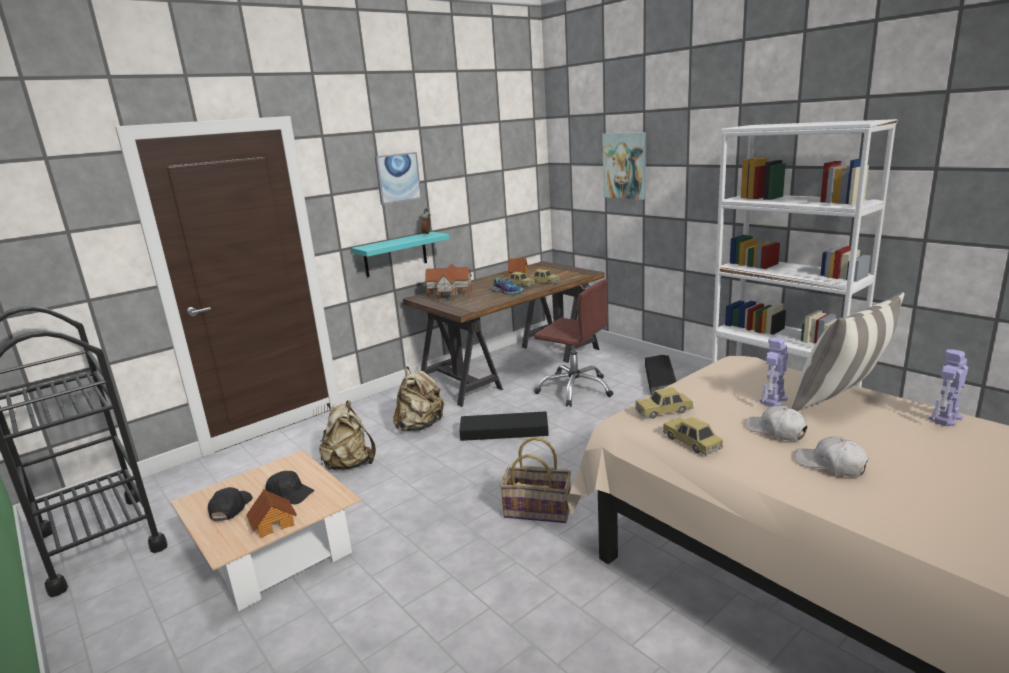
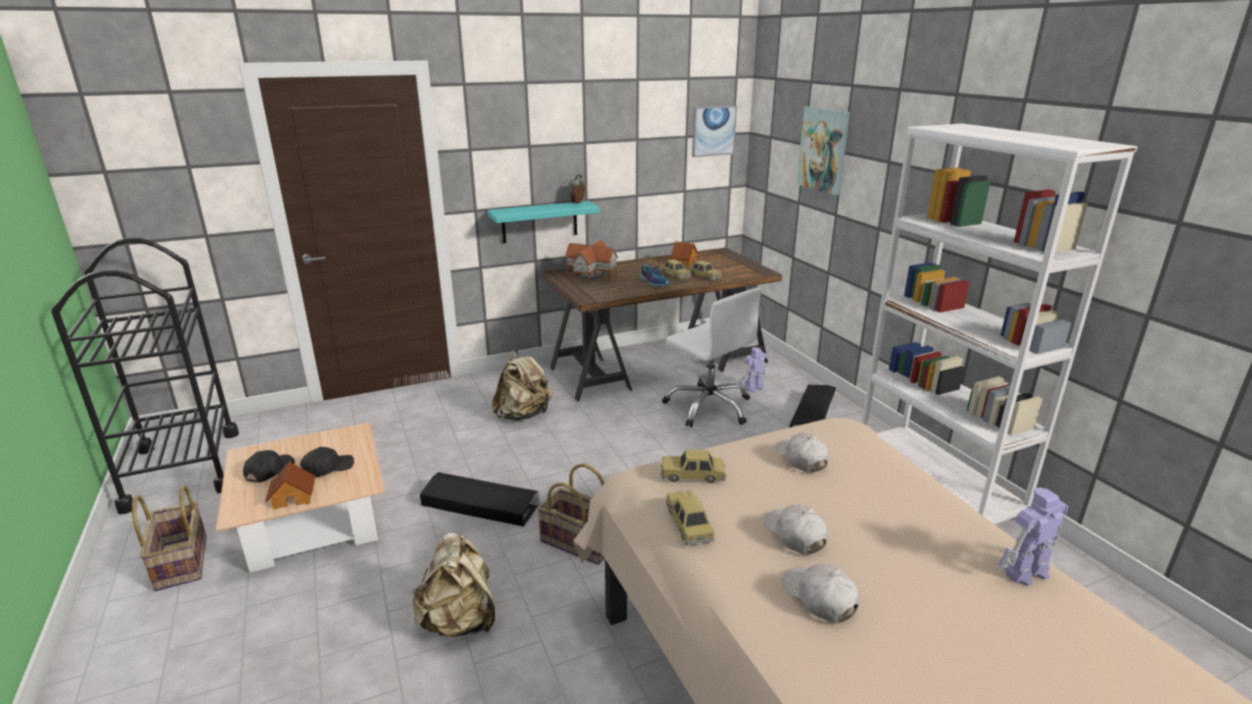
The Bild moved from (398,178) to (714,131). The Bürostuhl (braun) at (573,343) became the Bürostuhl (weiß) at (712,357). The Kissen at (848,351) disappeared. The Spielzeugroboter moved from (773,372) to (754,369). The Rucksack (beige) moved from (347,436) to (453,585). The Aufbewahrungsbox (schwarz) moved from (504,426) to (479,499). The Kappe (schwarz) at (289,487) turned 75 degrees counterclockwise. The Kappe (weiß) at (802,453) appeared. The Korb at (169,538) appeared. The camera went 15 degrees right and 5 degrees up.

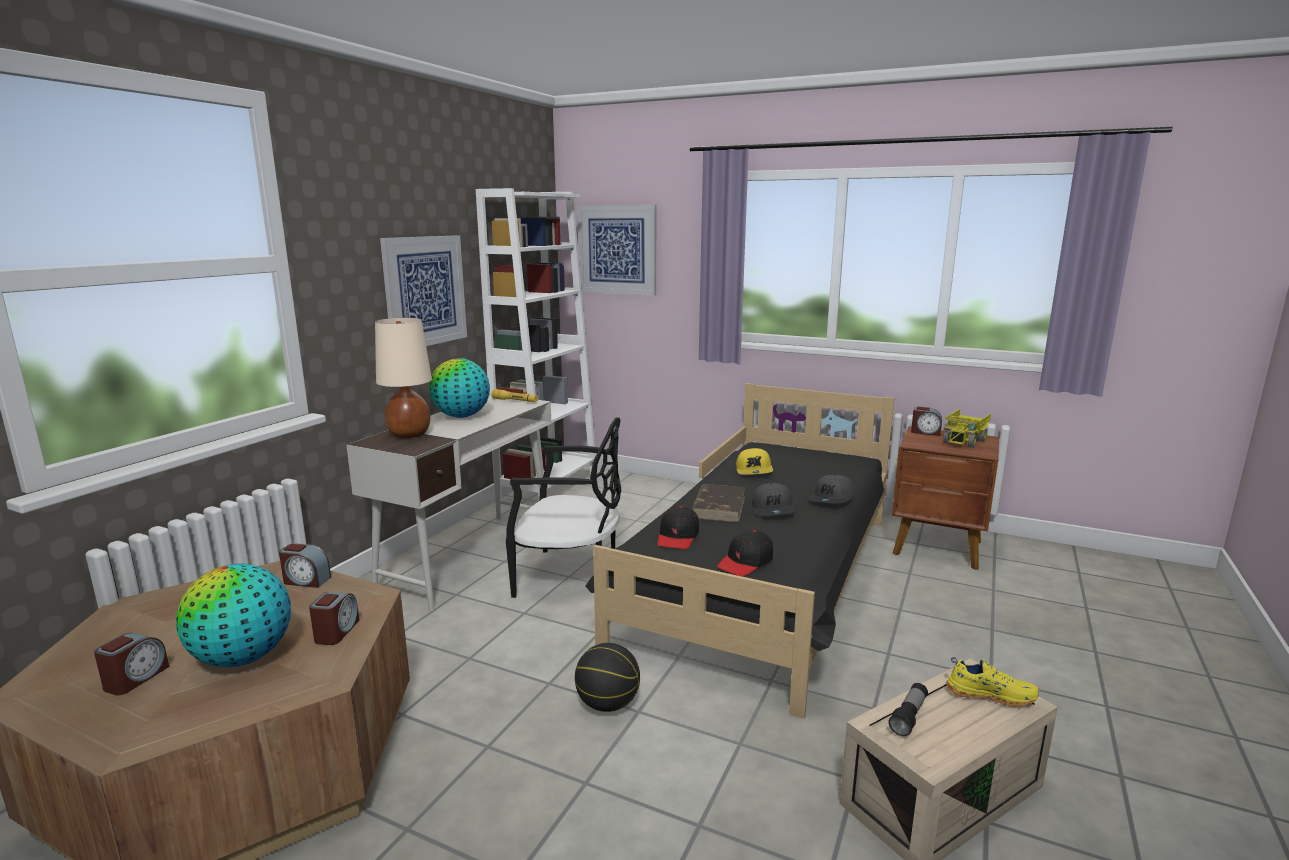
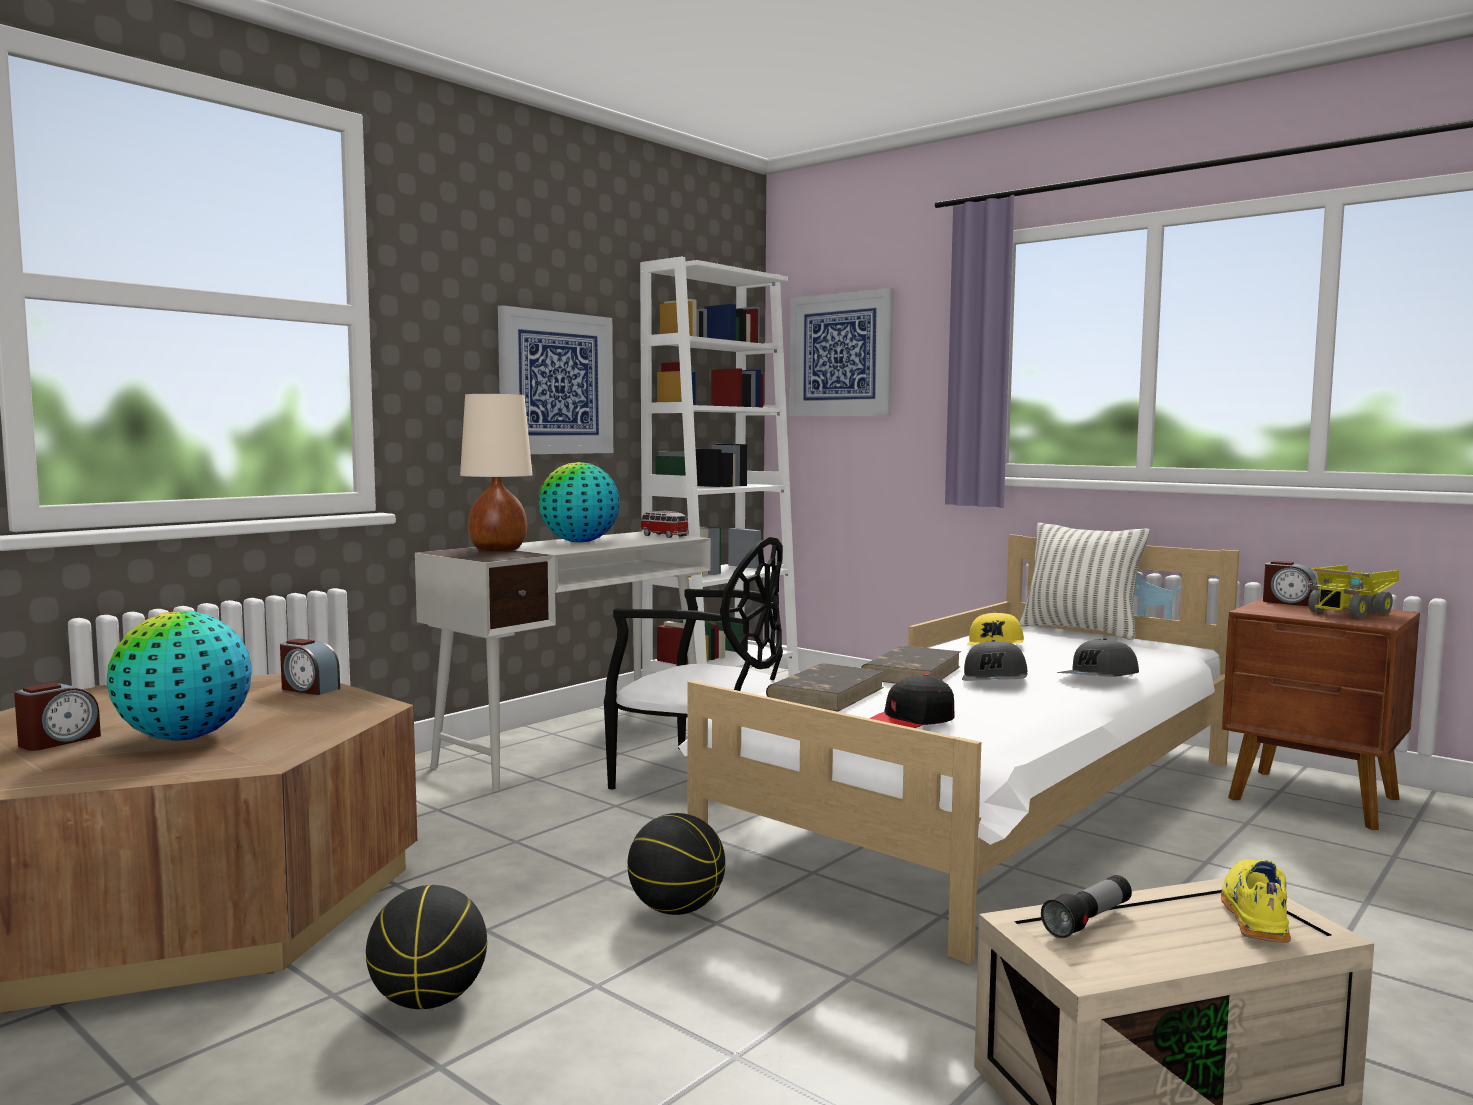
The Bett (schwarz) at (739,551) became the Bett (weiß) at (958,749). The Taschenlampe (gelb) at (514,395) was replaced by the Spielzeugauto at (664,524). The Kappe (schwarz) at (678,527) was replaced by the Buch (braun) at (825,687). The Wecker at (334,618) disappeared. The Schuh (gelb) at (992,682) turned 105 degrees counterclockwise. The Kissen at (1085,581) appeared. The Basketball at (426,947) appeared. The camera went 15 degrees right and 10 degrees down.

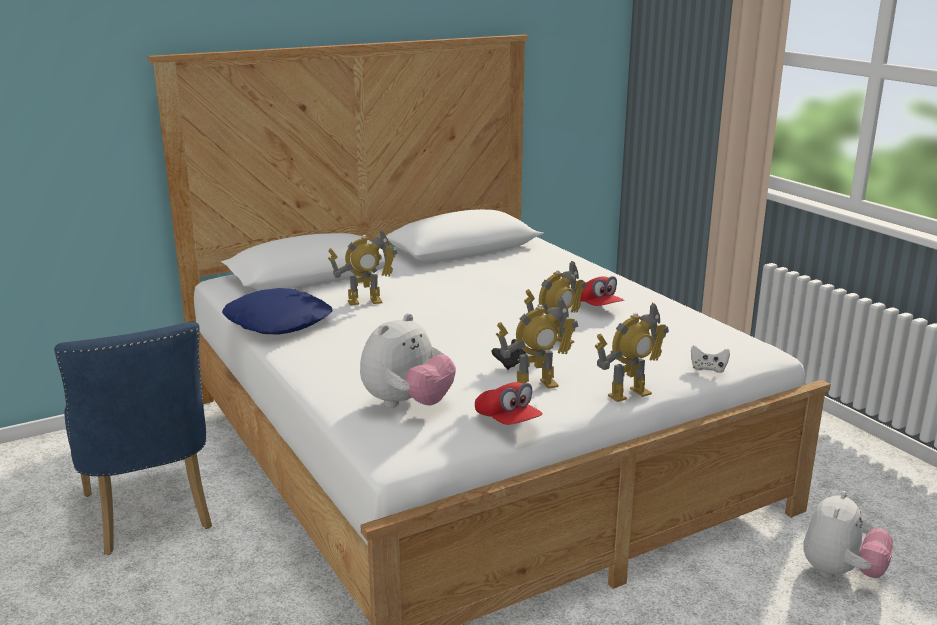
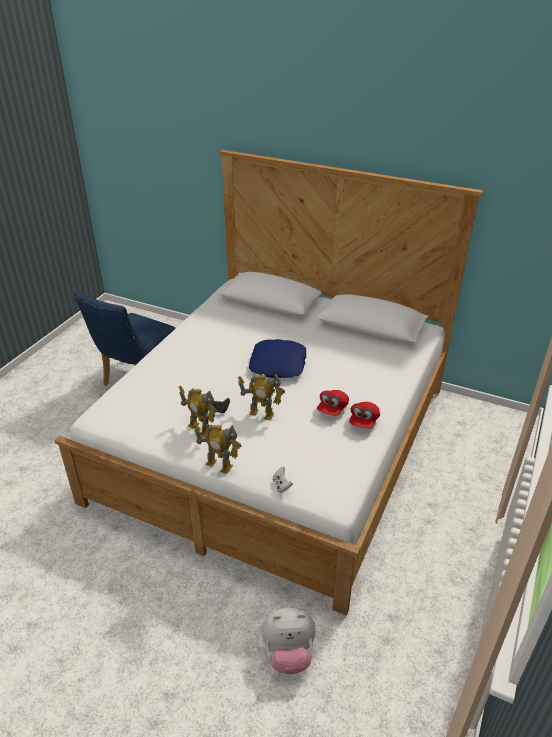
The Spielzeugroboter at (363,268) disappeared. The Kissen (blau) moved from (277,311) to (277,358). The Plüschtier at (408,360) disappeared. The Kappe (rot) moved from (508,403) to (364,415). The camera went 55 degrees right and 15 degrees up.

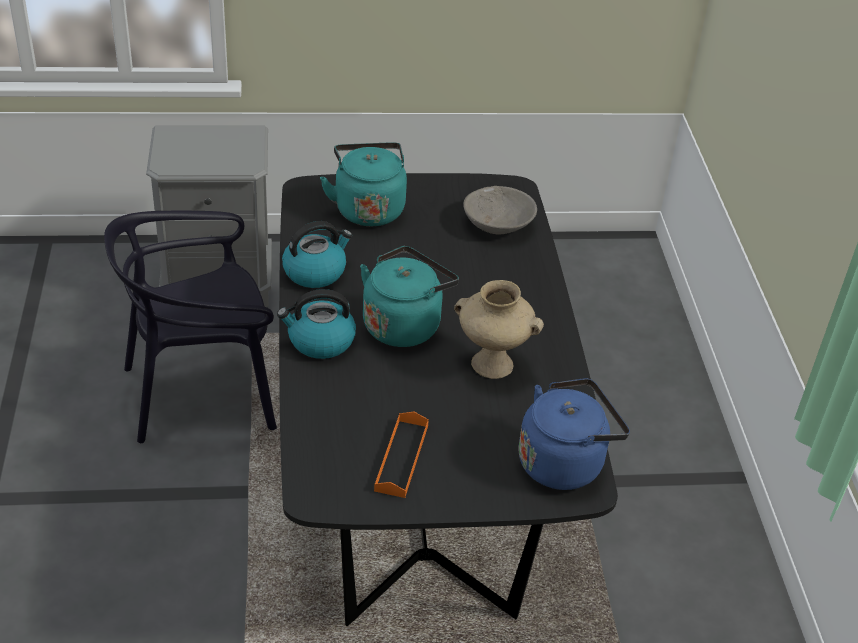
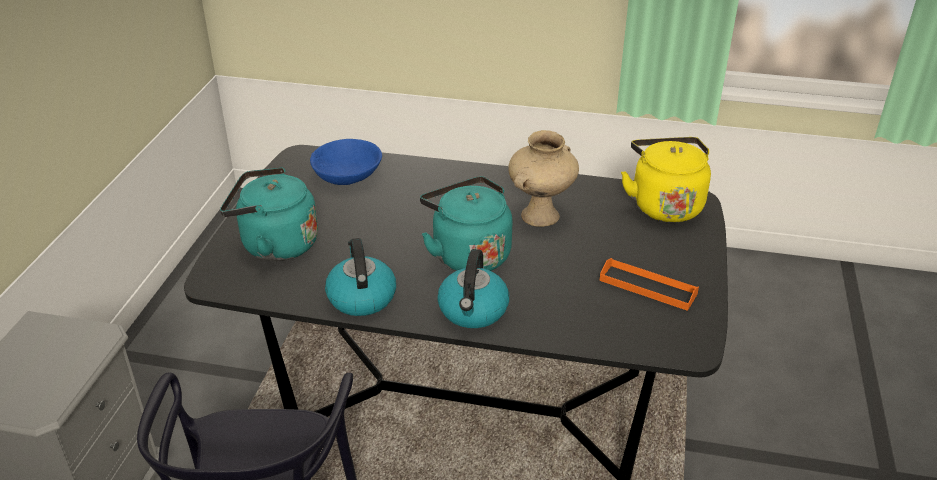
The Schüssel (grau) at (500,210) became the Schüssel (blau) at (346,162). The Wasserkessel (blau) at (574,434) became the Wasserkessel (gelb) at (666,179). The camera went 70 degrees left and 5 degrees down.

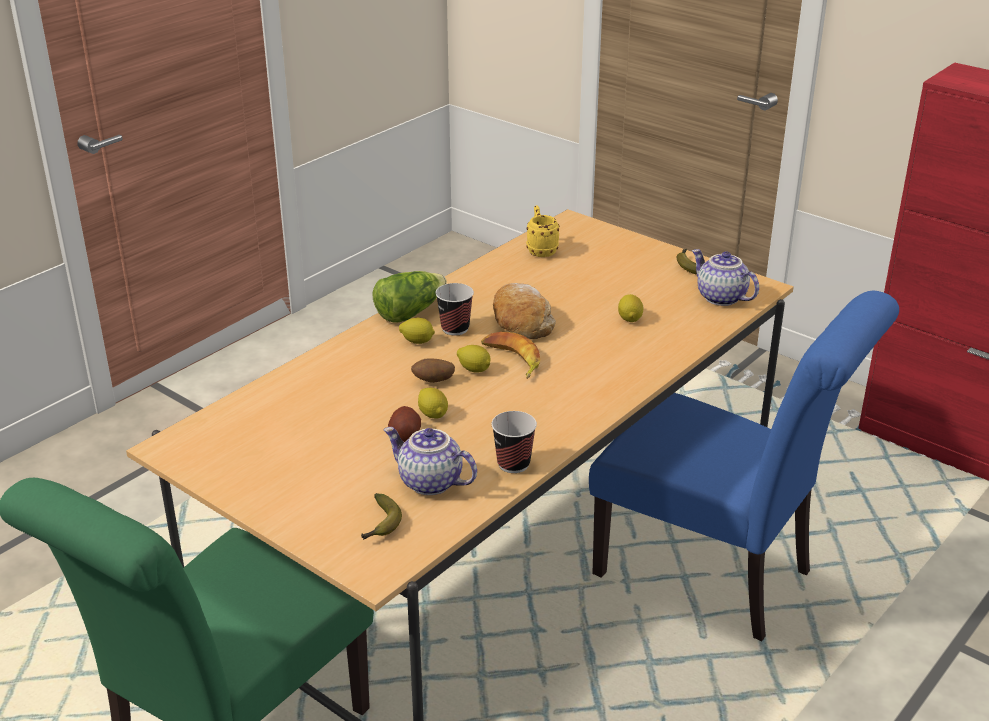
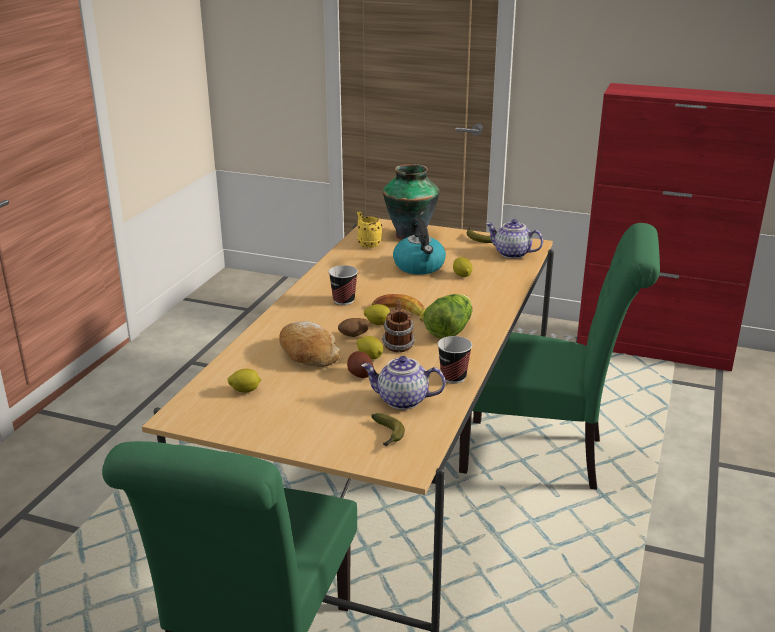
The Salatkopf moved from (409,297) to (447,316). The Brot moved from (524,311) to (309,344). The Stuhl (blau) at (744,466) became the Stuhl (grün) at (559,356). The Zitrone moved from (417,331) to (244,381). The Vase at (411,202) appeared. The Wasserkessel at (419,246) appeared. The Henkelbecher at (398,326) appeared. The camera went 20 degrees left and 5 degrees down.

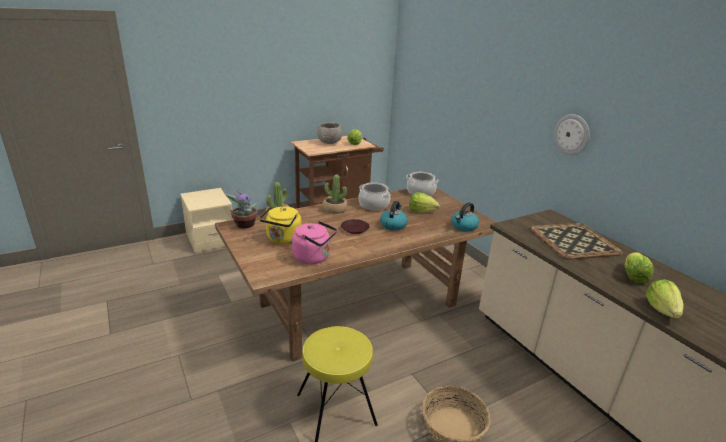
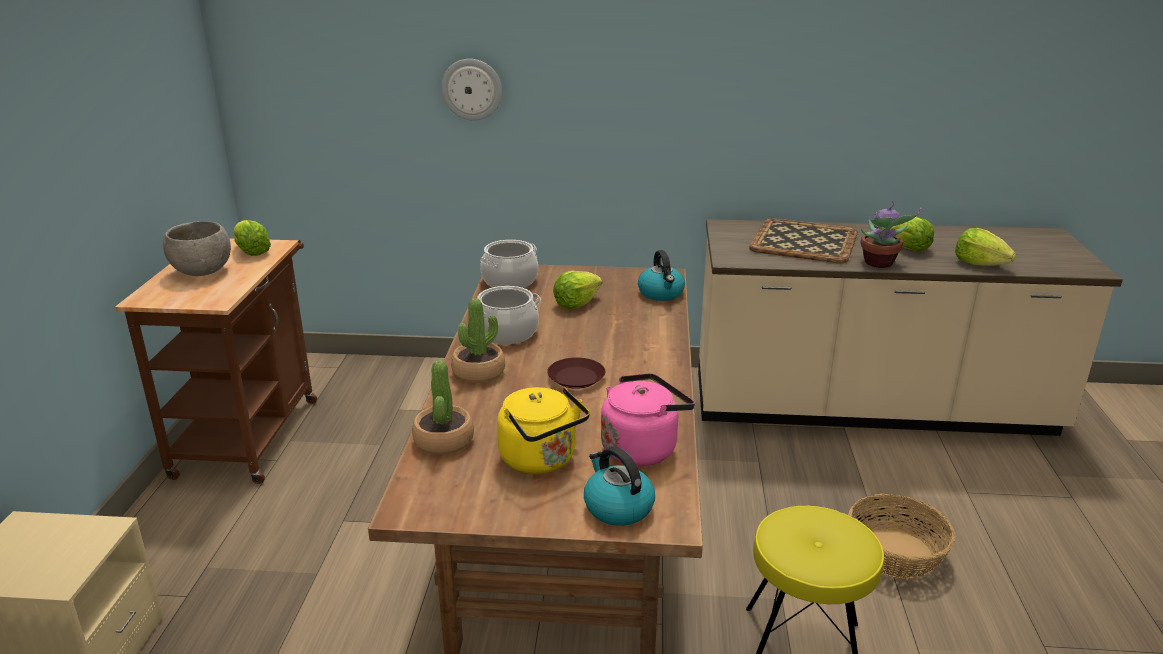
The Wanduhr moved from (572,134) to (471,90). The Topfpflanze moved from (240,209) to (891,234). The Wasserkessel moved from (394,216) to (619,486). The camera went 55 degrees left and 0 degrees up.

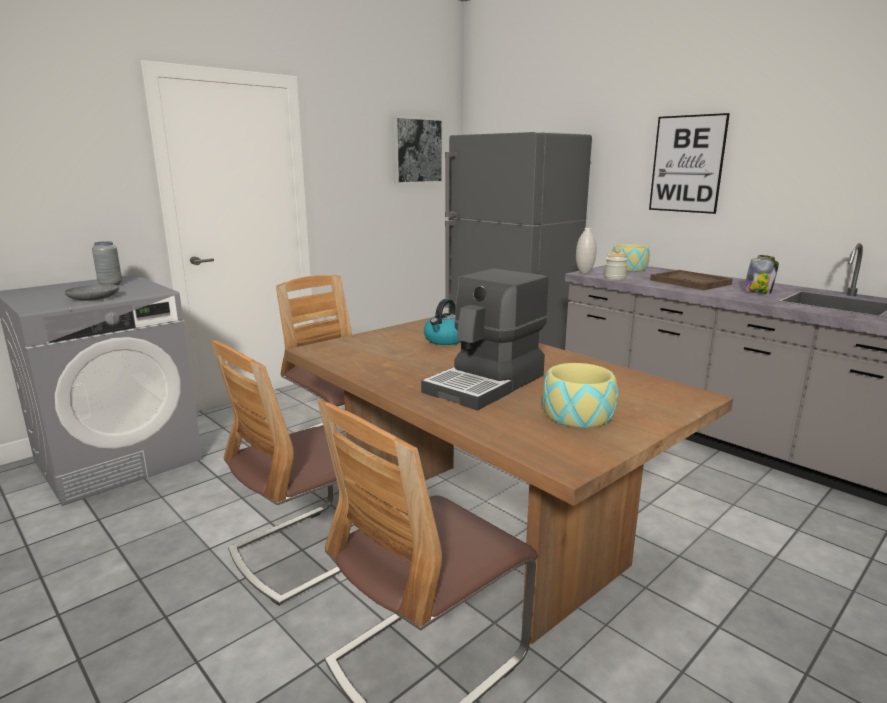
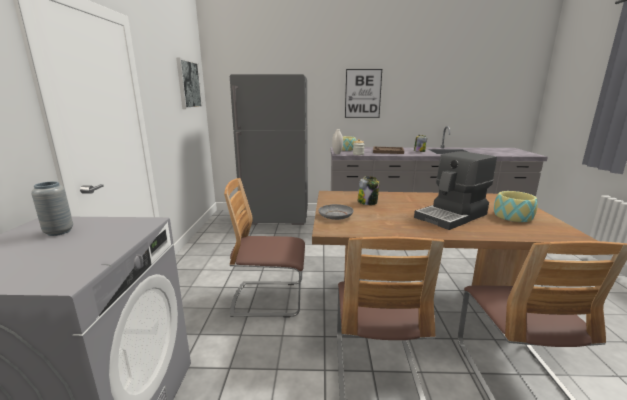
The Kaffeemaschine at (485,339) turned 60 degrees clockwise. The Teller (grau) moved from (91,292) to (335,212). The Wasserkessel at (442,322) was replaced by the Vorratsglas at (368,190). The camera went 45 degrees left and 0 degrees up.

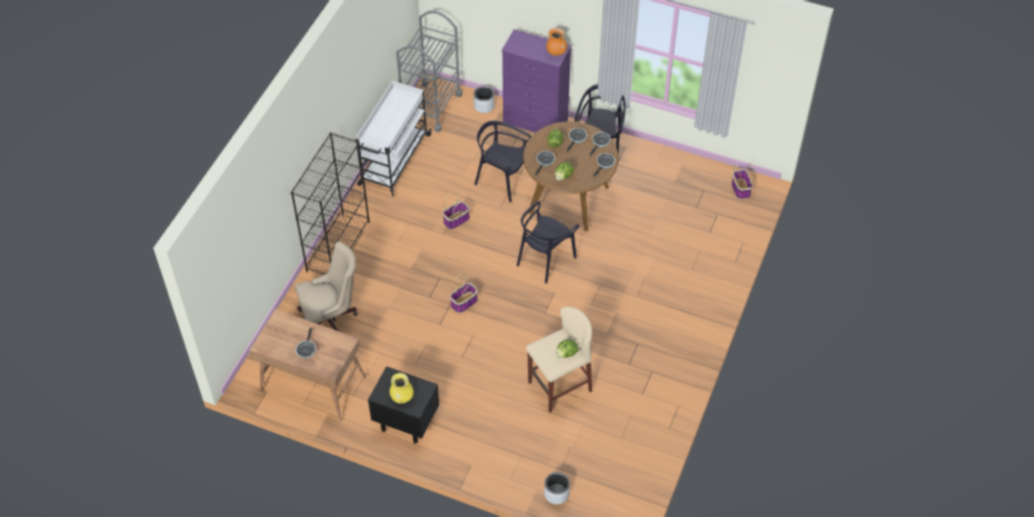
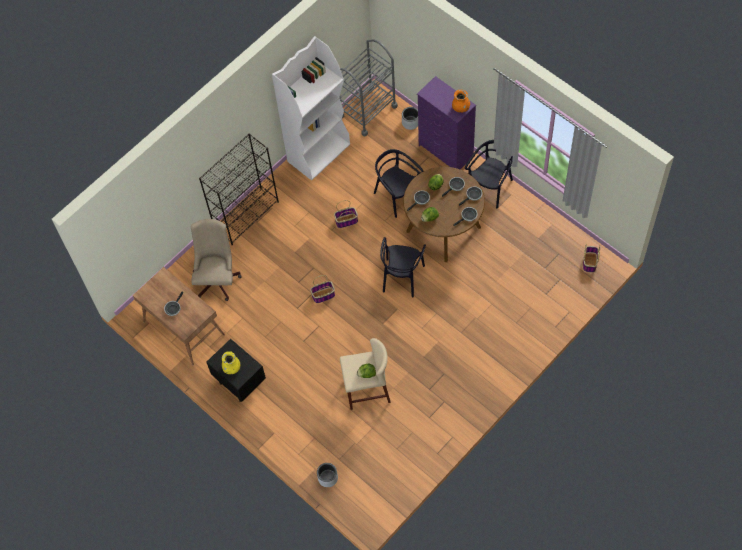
The Rollwagen (weiß) at (394,138) was replaced by the Bücherregal (weiß) at (311,108). The Stuhl (schwarz) at (548,242) turned 45 degrees counterclockwise. The Bürostuhl (beige) at (326,286) turned 90 degrees counterclockwise. The camera went 25 degrees right and 10 degrees up.

